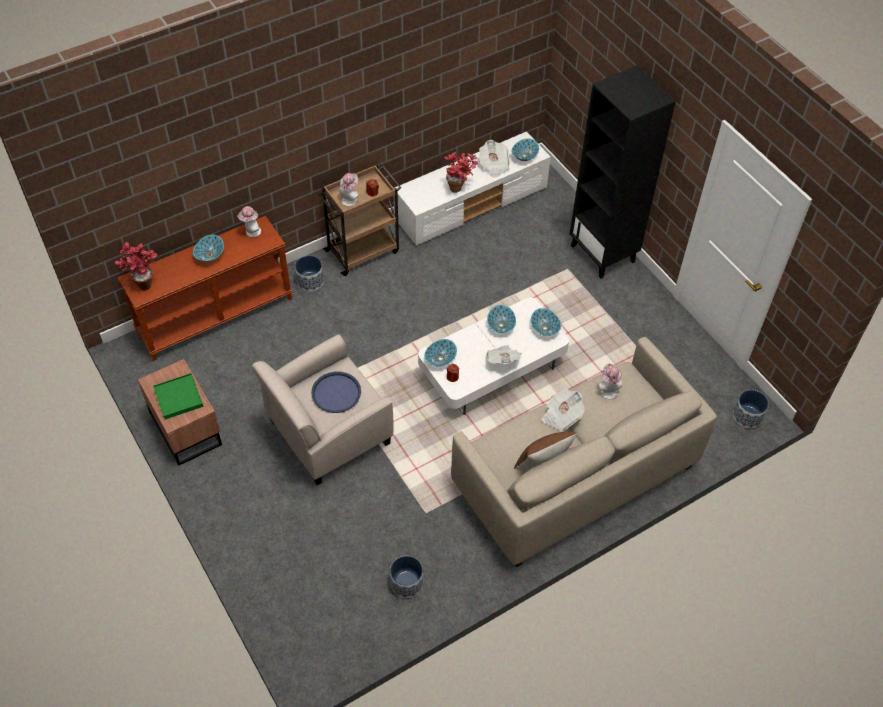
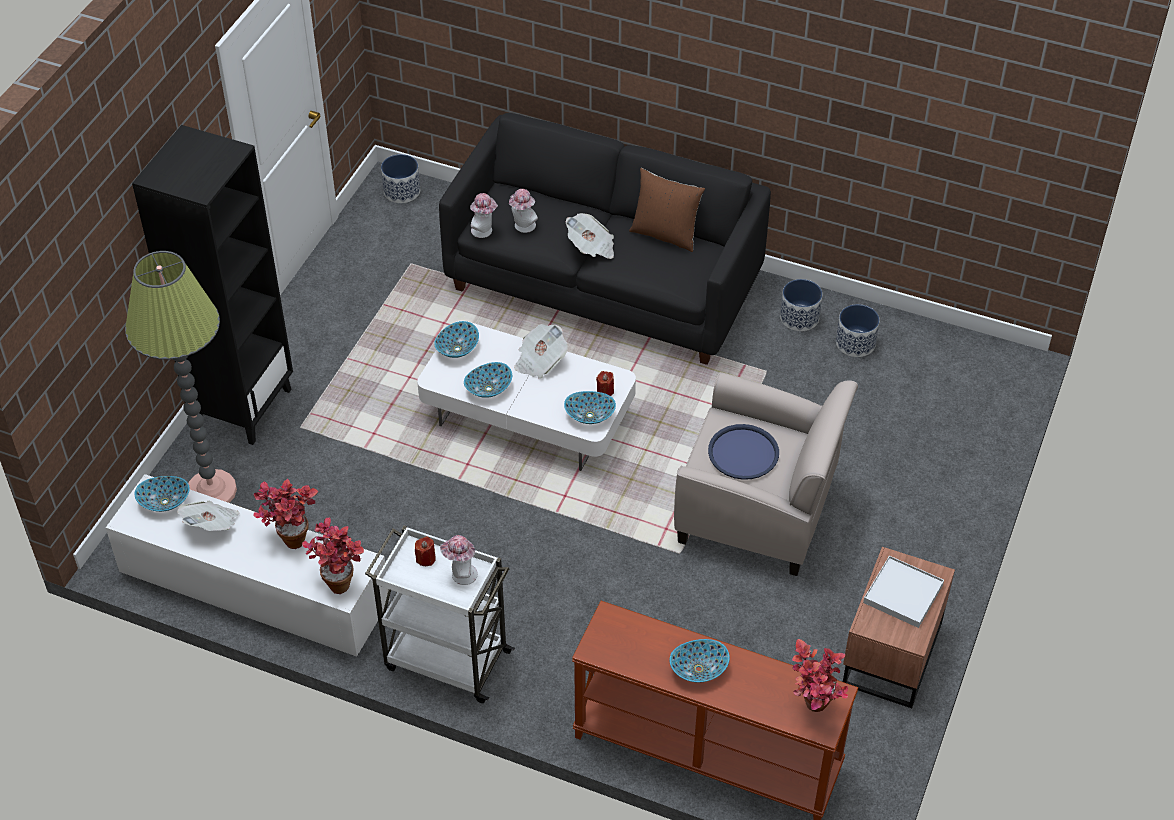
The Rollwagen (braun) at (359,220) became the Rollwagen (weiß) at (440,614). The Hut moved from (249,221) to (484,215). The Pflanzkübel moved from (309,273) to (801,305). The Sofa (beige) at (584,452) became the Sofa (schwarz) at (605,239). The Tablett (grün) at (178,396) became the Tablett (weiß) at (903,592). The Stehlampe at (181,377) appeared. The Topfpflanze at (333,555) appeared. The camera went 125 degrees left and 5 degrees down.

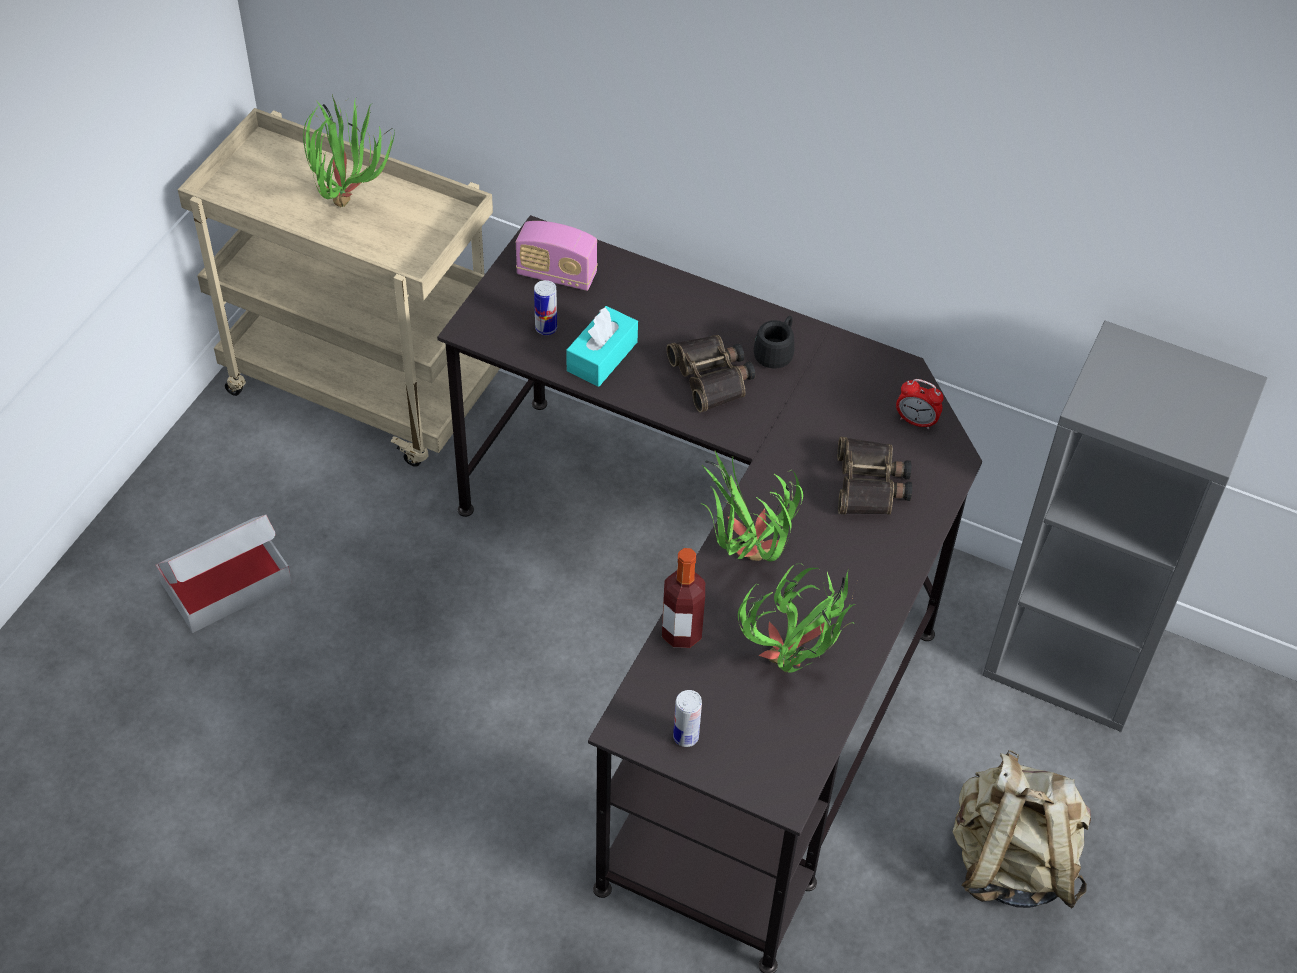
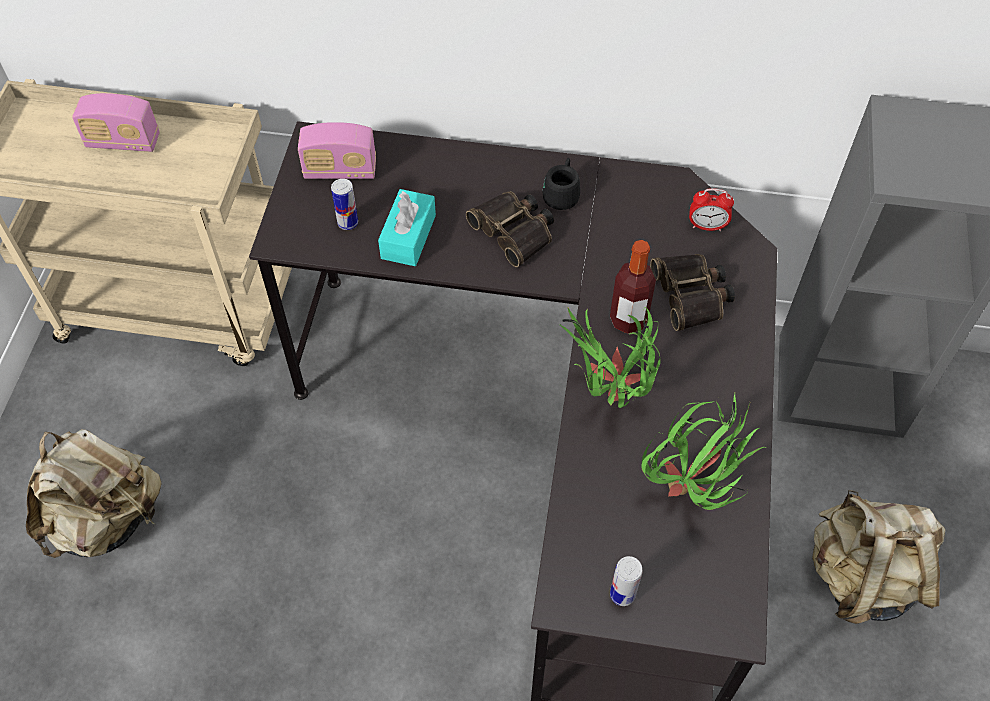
The Topfpflanze at (349,150) was replaced by the Radio at (116,122). The Karton at (224,574) was replaced by the Rucksack (beige) at (94,493). The Flasche moved from (683,598) to (633,287). The camera went 15 degrees left and 5 degrees up.

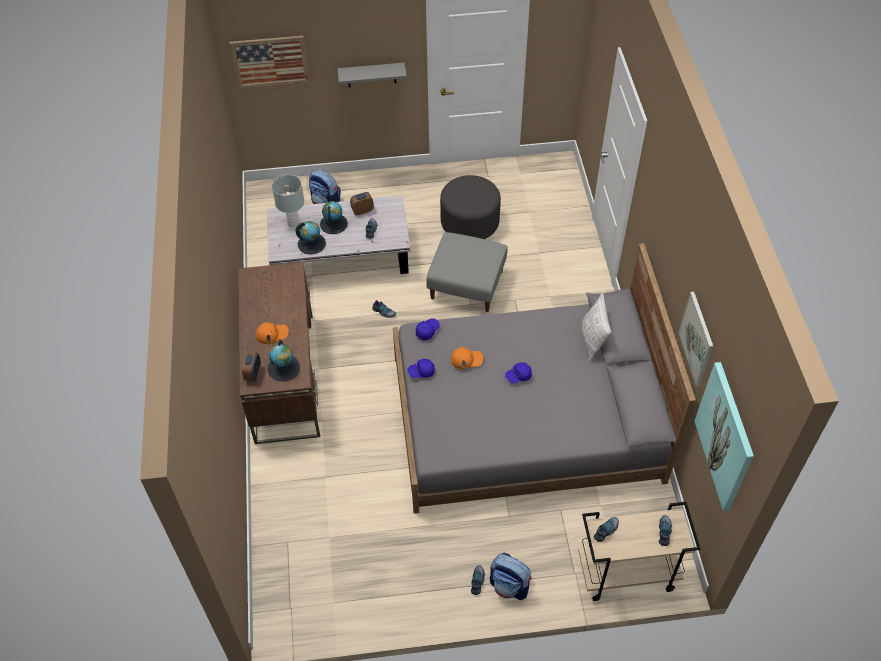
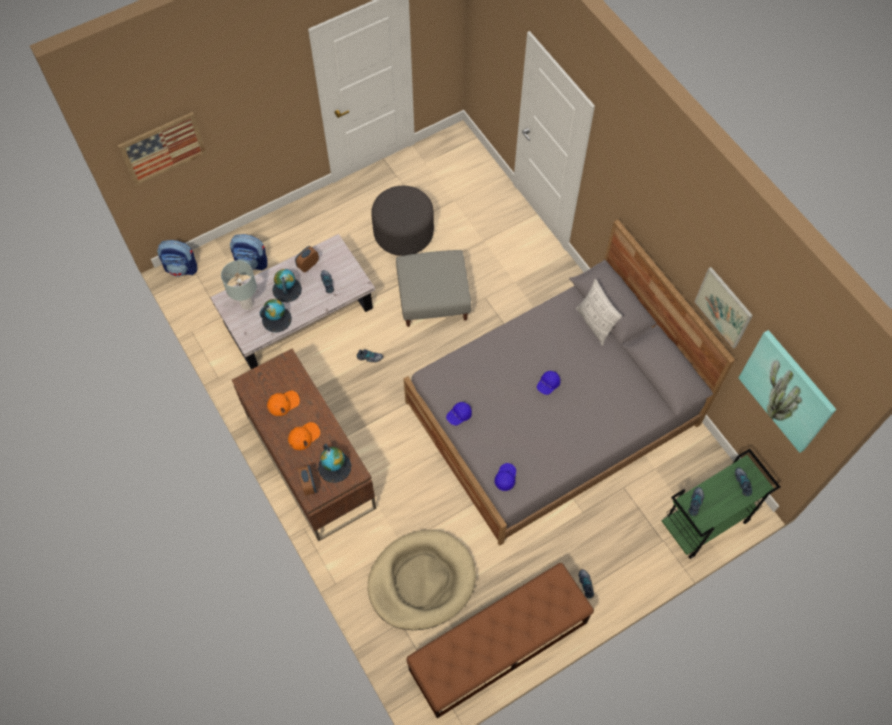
The Wandregal (grau) at (372,75) disappeared. The Kappe (blau) moved from (428,329) to (505,477). The Kappe (orange) moved from (467,358) to (283,403). The Rollwagen (beige) at (639,551) became the Rollwagen (grün) at (720,504). The Rucksack moved from (511,576) to (177,258). The Hundebett (beige) at (422,580) appeared. The Bank (braun) at (500,641) appeared. The camera went 25 degrees left and 10 degrees up.

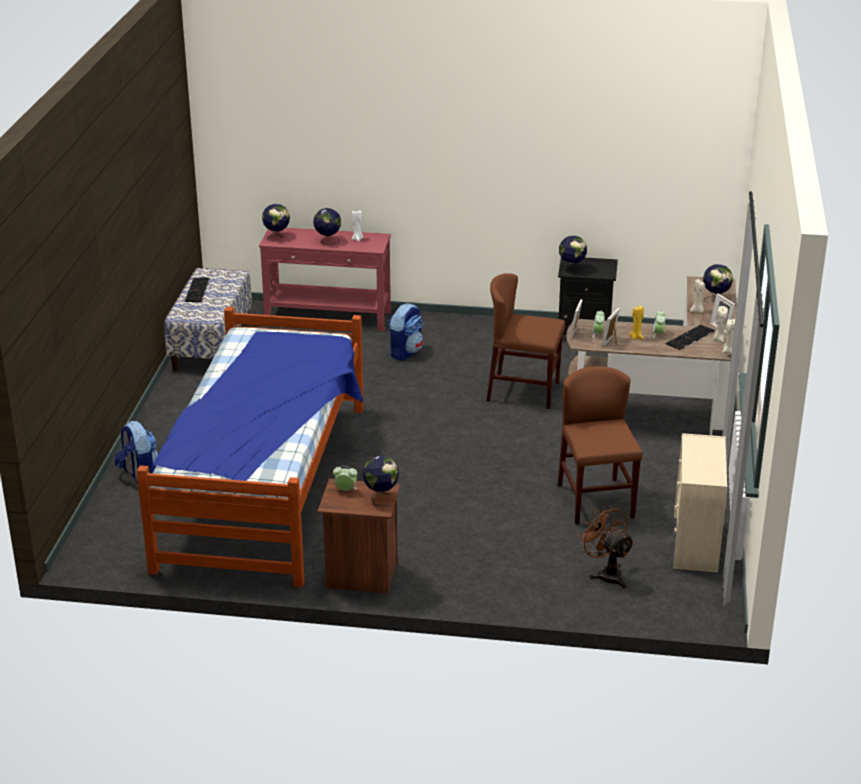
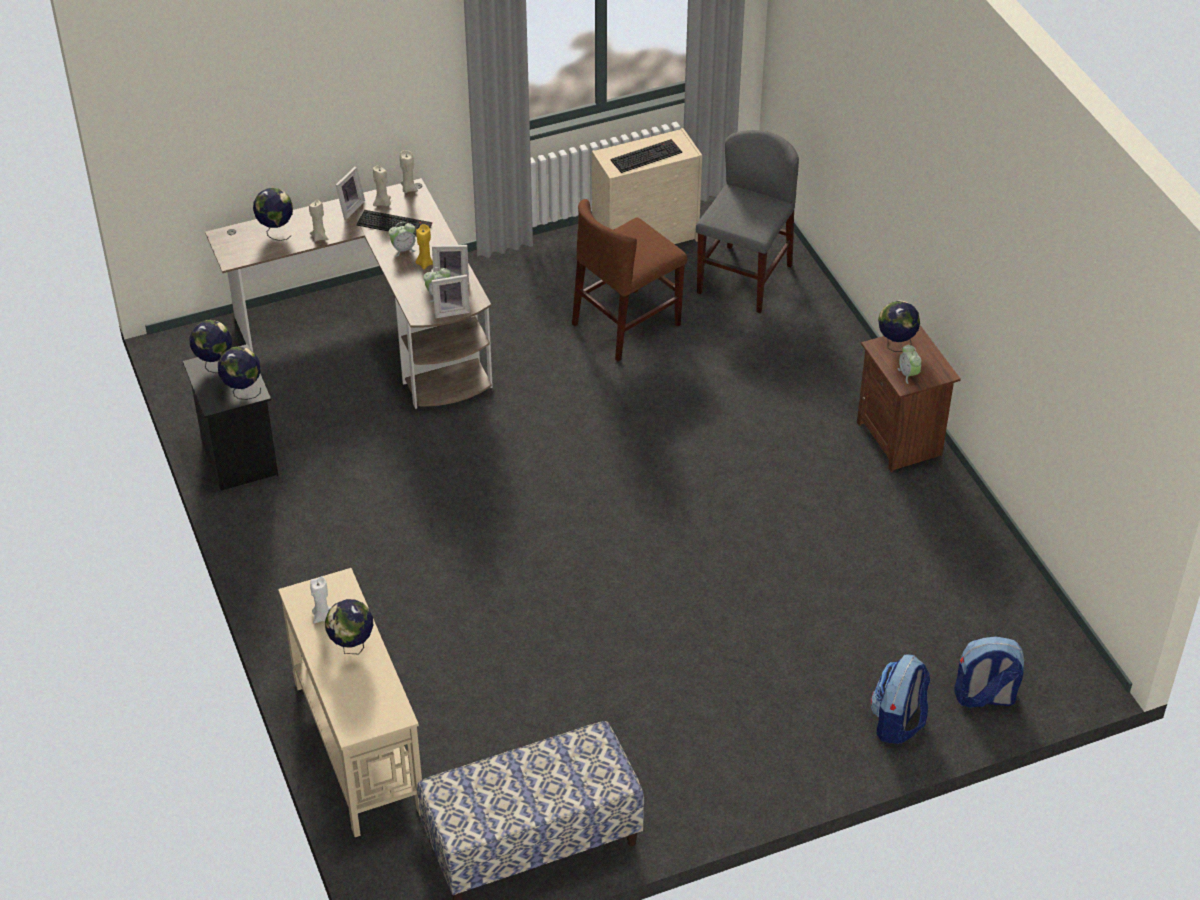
The Globus moved from (276,223) to (210,346). The Konsolentisch (rot) at (325,280) became the Konsolentisch (beige) at (350,702). The Stuhl (braun) at (526,341) disappeared. The Tastatur moved from (197,290) to (646,156). The Rucksack moved from (405,332) to (989,672). The Bett at (250,447) disappeared. The Ventilator (braun) at (606,546) was replaced by the Stuhl (grau) at (747,221). The camera went 120 degrees left and 15 degrees up.

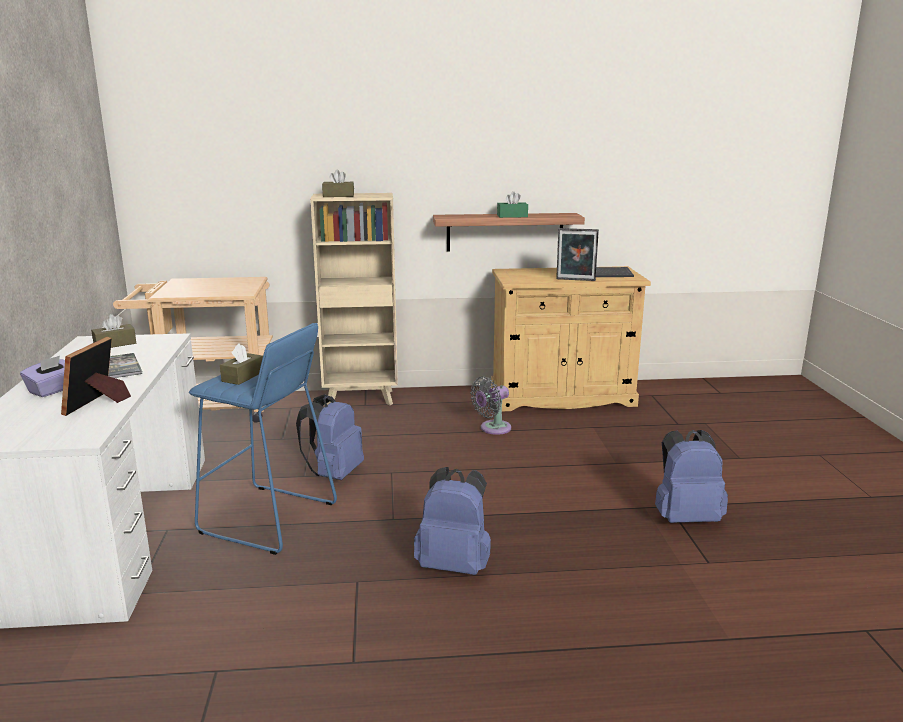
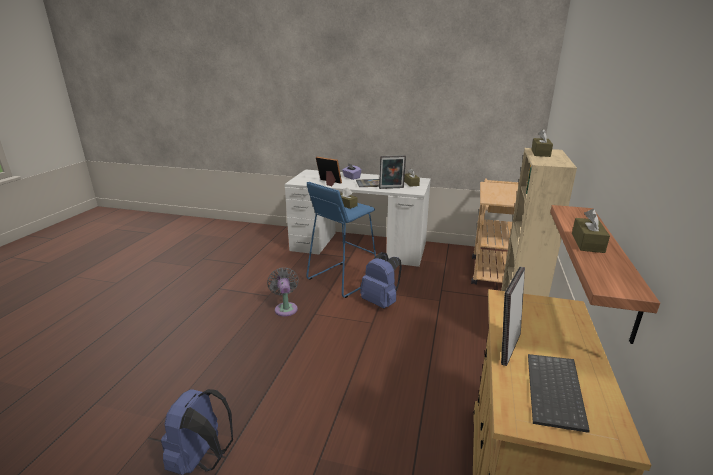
The Taschentuchbox (grün) at (512,204) became the Taschentuchbox (braun) at (591,231). The Ventilator (grau) moved from (490,406) to (283,292). The Rucksack (blau) at (452,521) disappeared. The Bilderrahmen at (392,172) appeared. The camera went 110 degrees right and 5 degrees up.

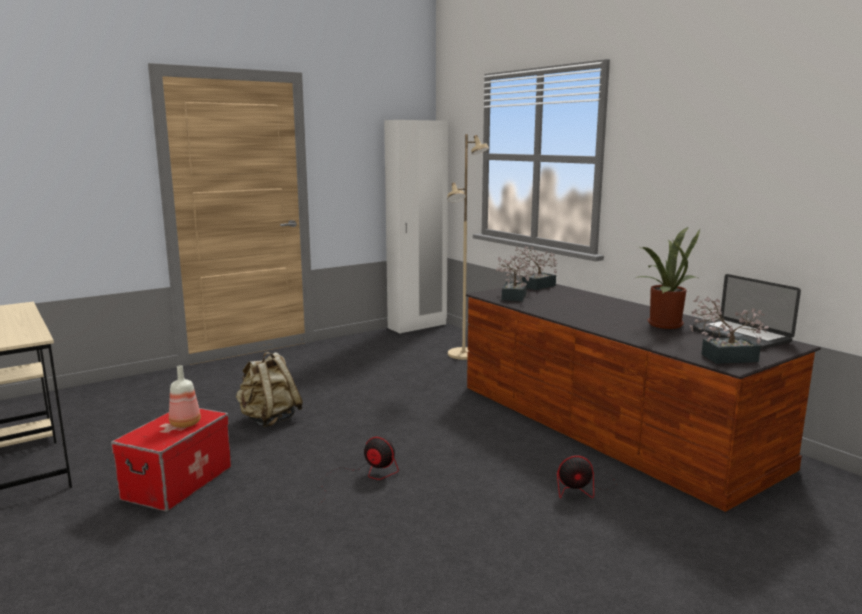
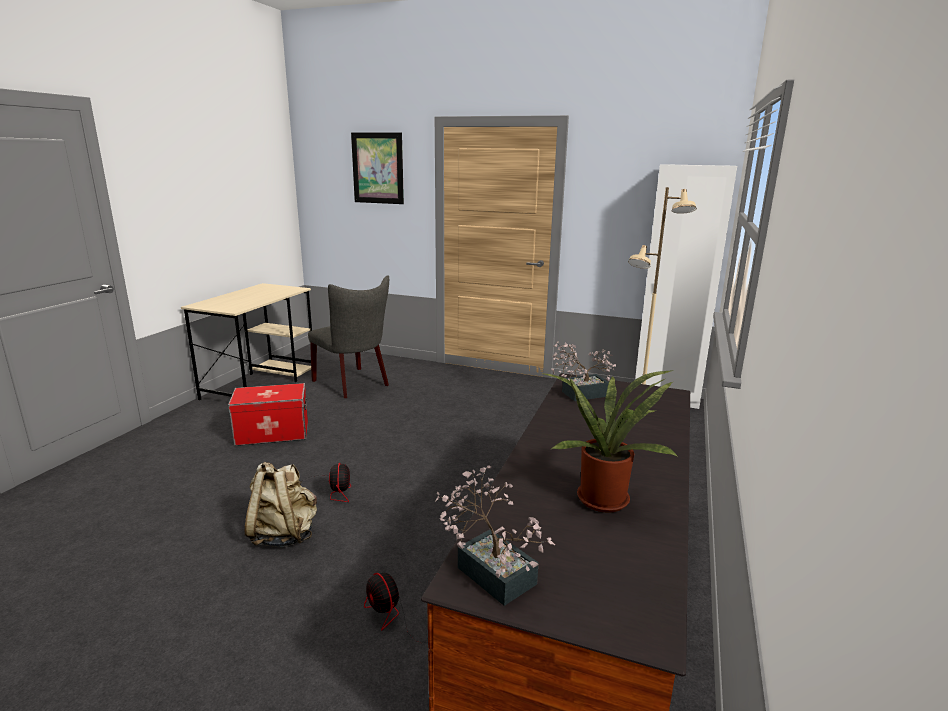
The Topfpflanze at (535,268) disappeared. The Laptop at (746,312) disappeared. The Rucksack (beige) moved from (269,390) to (281,504). The Flasche at (185,396) disappeared. The Bild at (377,168) appeared. The Stuhl (grau) at (348,336) appeared. The camera went 55 degrees right and 5 degrees up.

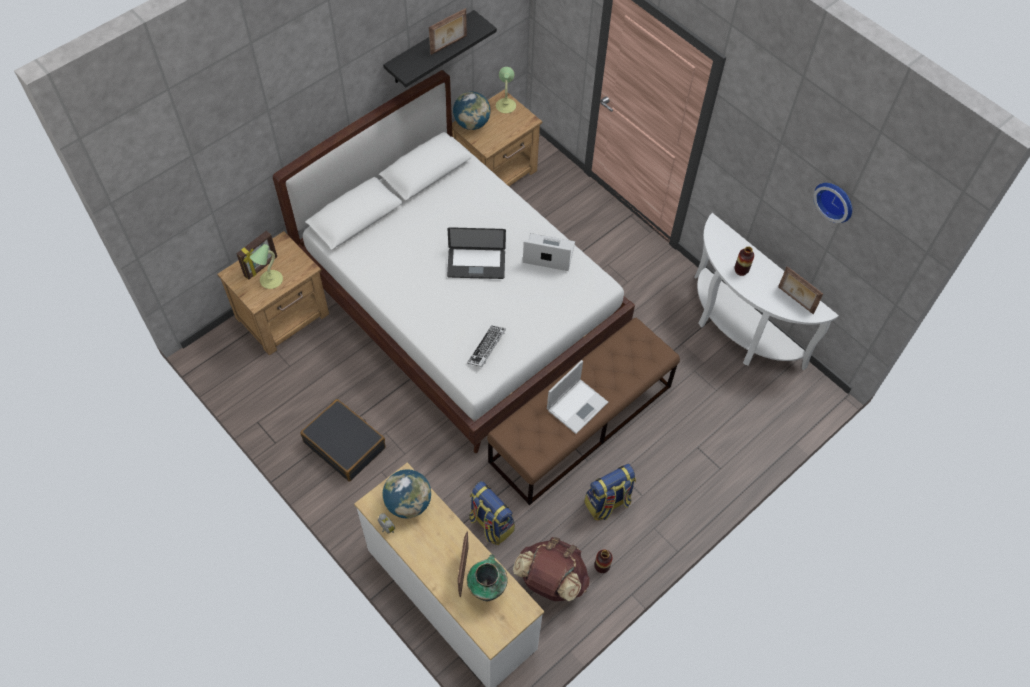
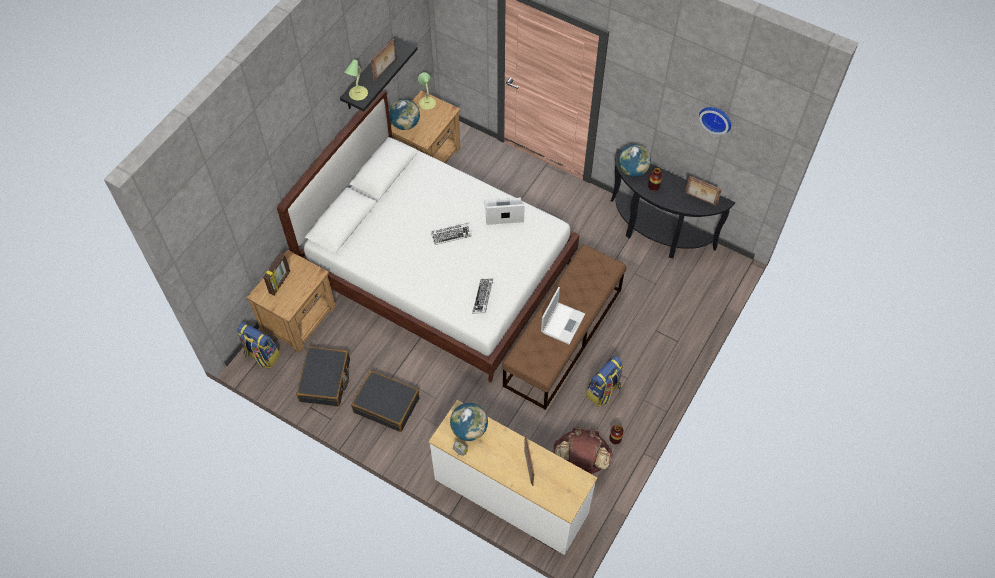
The Konsolentisch (weiß) at (766,291) became the Konsolentisch (schwarz) at (673,203). The Laptop at (476,253) was replaced by the Tastatur at (451,234). The Tischlampe moved from (266,266) to (356,80). The Rucksack moved from (492,513) to (258,345). The Vase at (487,577) disappeared. The Globus at (634,160) appeared. The Koffer (schwarz) at (323,376) appeared. The camera went 15 degrees left and 0 degrees up.

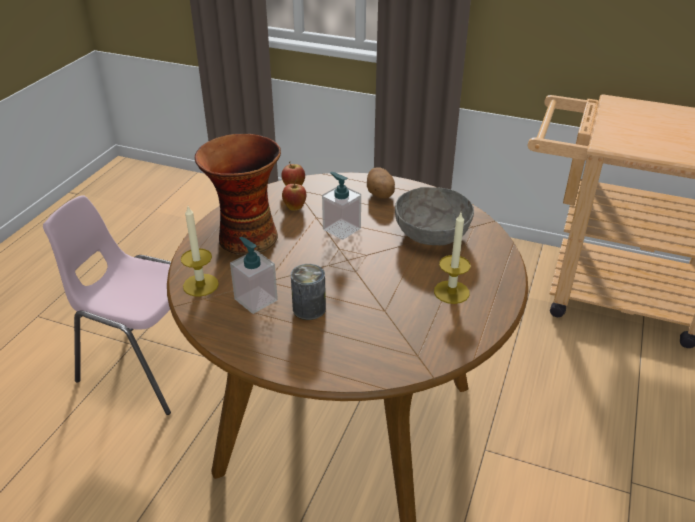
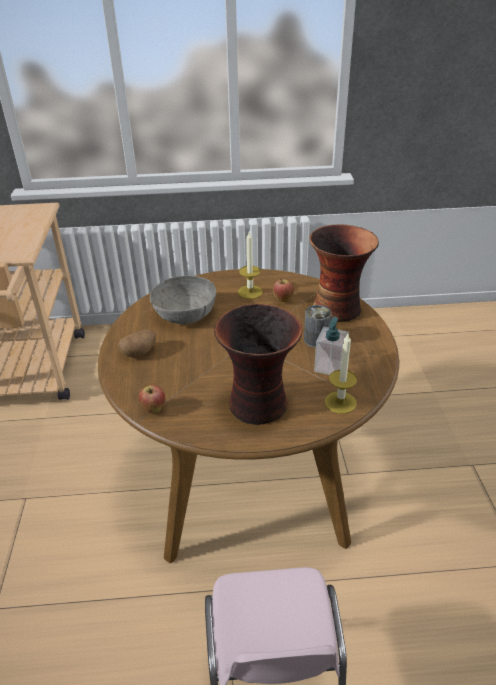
The Seifenspender at (341,206) disappeared. The Apfel moved from (294,196) to (283,290). The Vase at (344,273) appeared. The camera went 115 degrees left and 0 degrees up.

